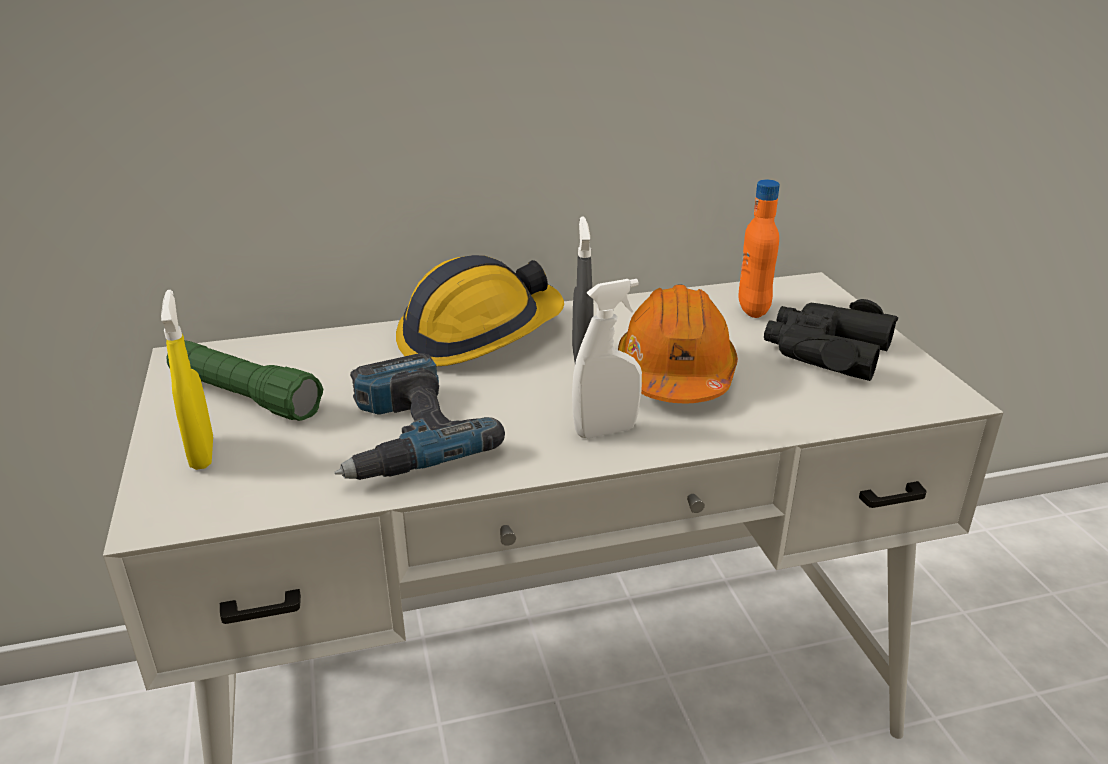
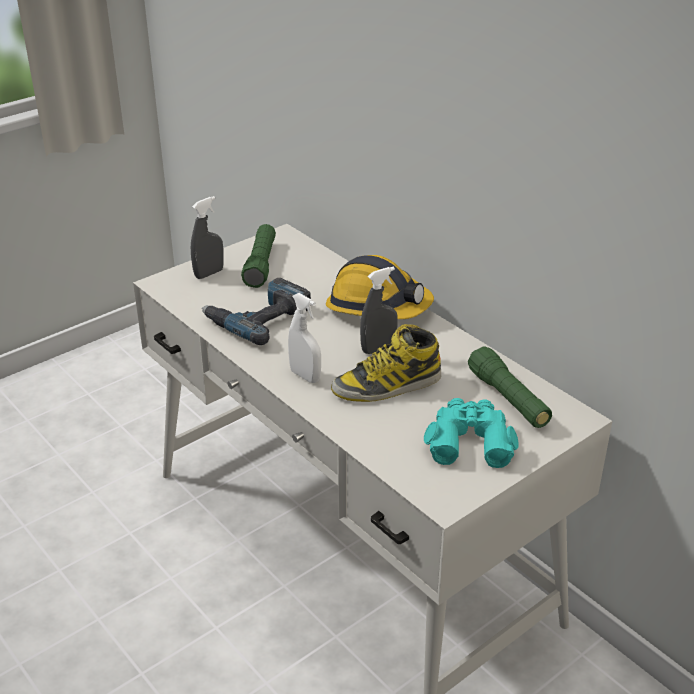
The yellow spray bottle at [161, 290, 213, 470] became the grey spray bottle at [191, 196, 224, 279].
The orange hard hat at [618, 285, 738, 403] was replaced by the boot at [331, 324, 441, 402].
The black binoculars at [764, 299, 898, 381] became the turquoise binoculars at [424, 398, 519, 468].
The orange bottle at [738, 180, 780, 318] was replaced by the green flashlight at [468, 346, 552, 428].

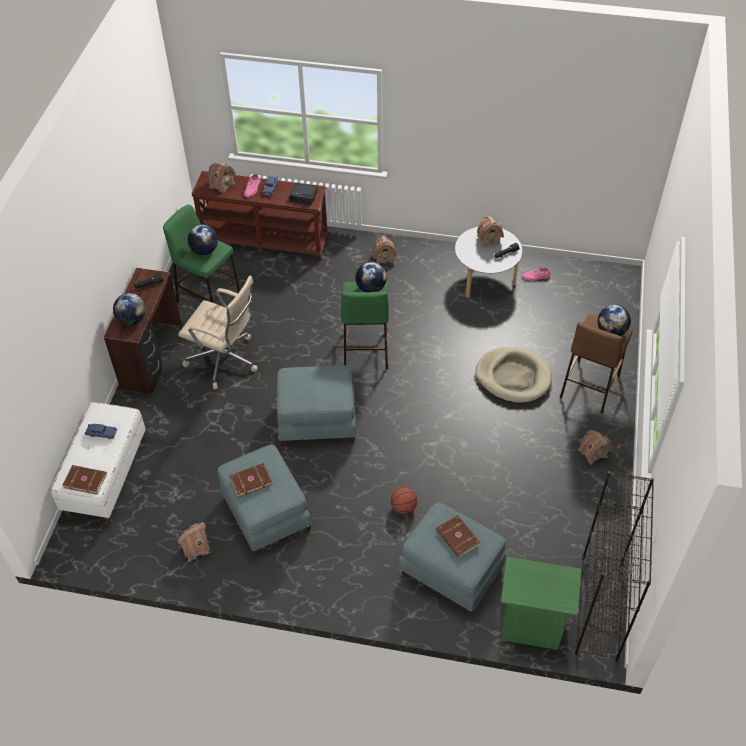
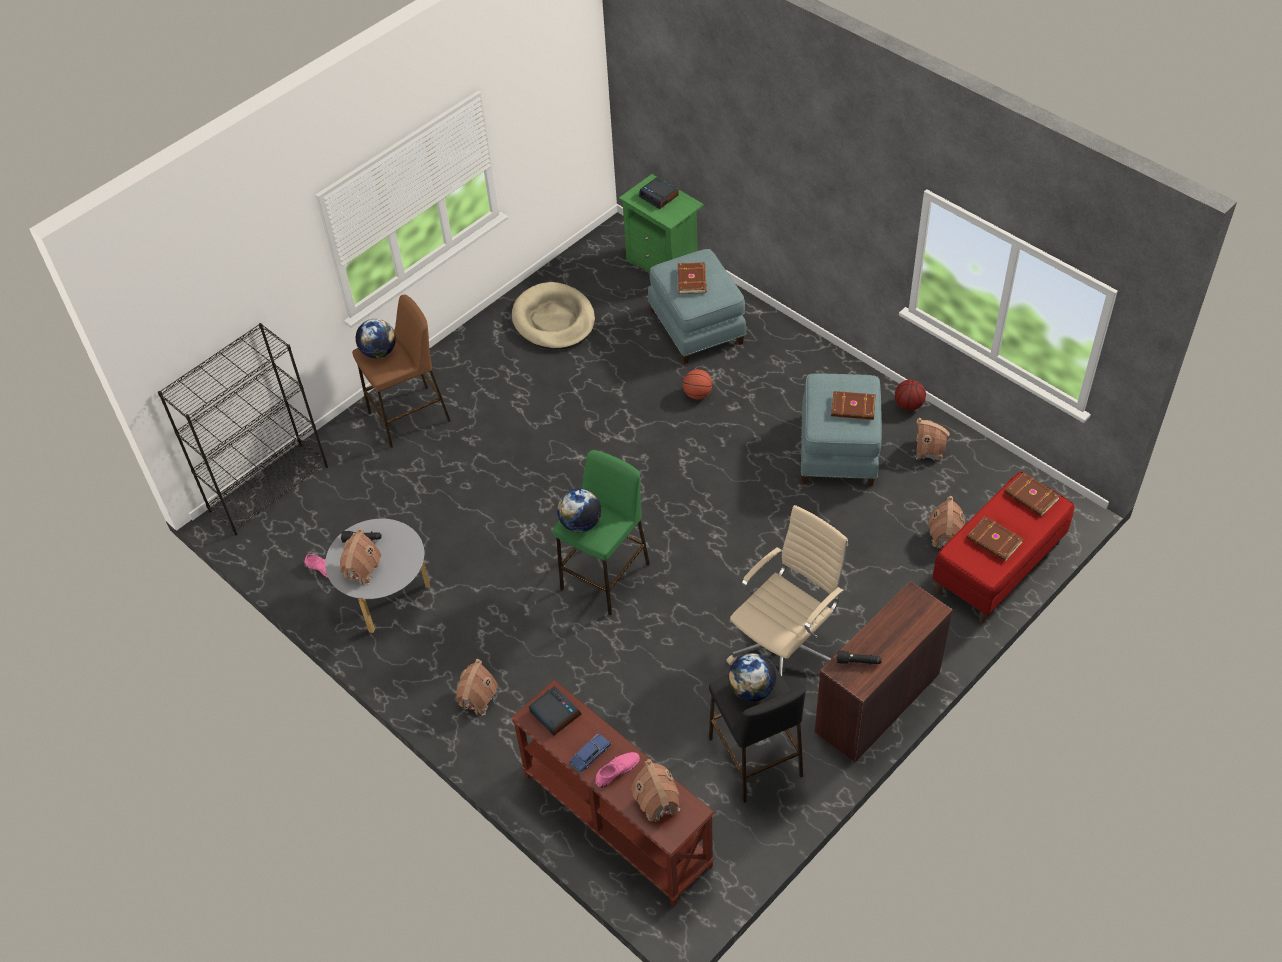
The black bookcase moved from [575, 471, 654, 661] to [158, 323, 328, 535].
The beige dog bed moved from [476, 347, 552, 403] to [512, 282, 595, 349].
The alarm clock at [639, 177, 679, 209] appeared.
The green stool at [163, 205, 240, 303] became the black stool at [709, 658, 806, 803].
The beige office chair at [178, 275, 258, 389] turned 75 degrees clockwise.
The basketball at [895, 380, 926, 410] appeared.
The toy house moved from [579, 430, 613, 465] to [929, 496, 965, 549].
The white bench at [51, 402, 146, 524] became the red bench at [932, 472, 1074, 623].
The blue toy car at [85, 424, 117, 439] was replaced by the brown book at [967, 516, 1023, 561].
The globe at [113, 293, 146, 325] disappeared.
The blue ottoman at [277, 365, 357, 446] disappeared.

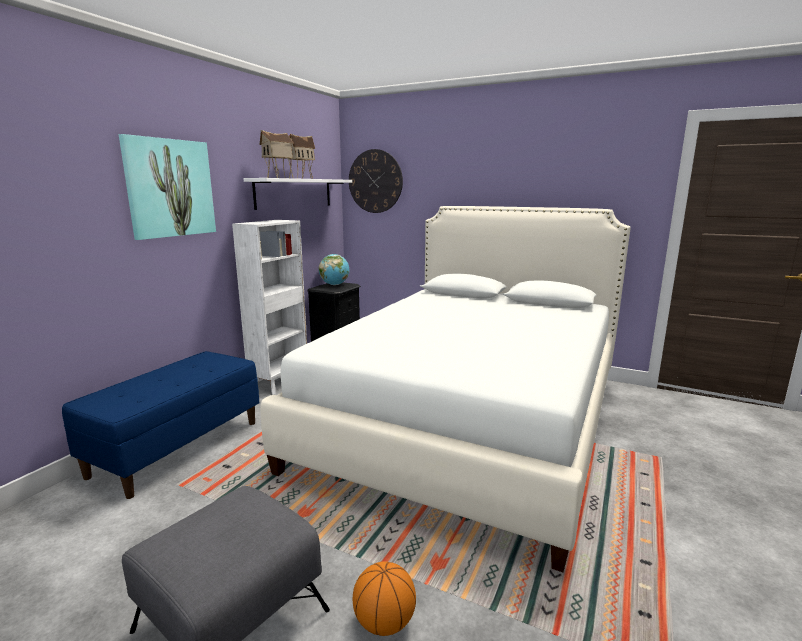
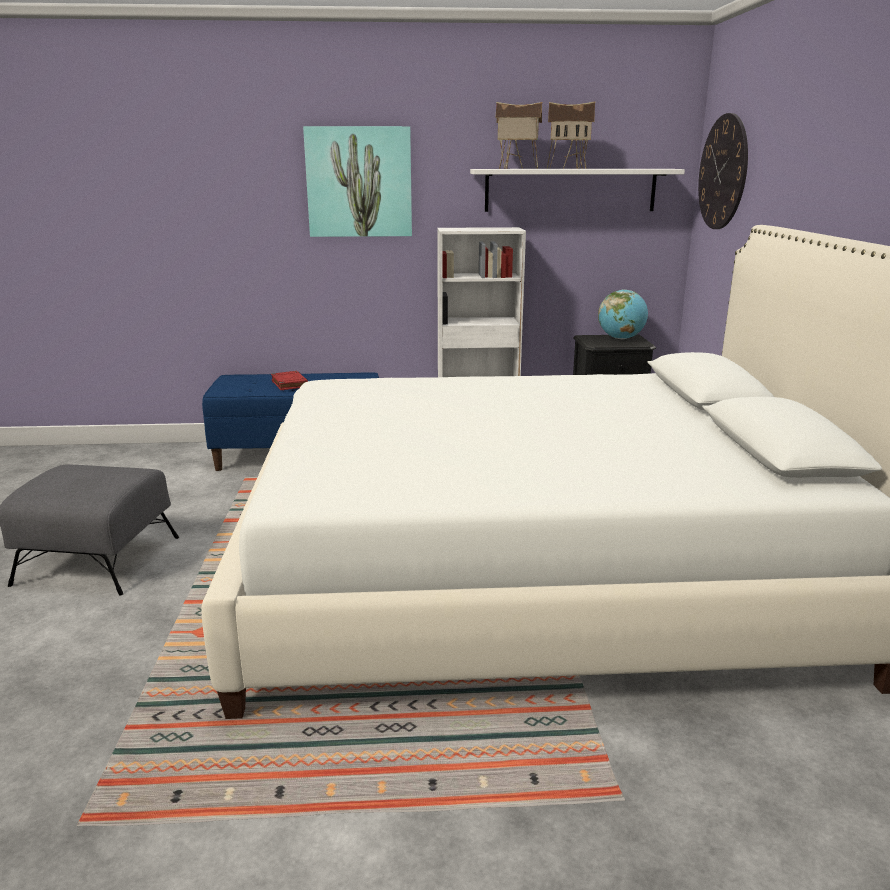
The red book at [271, 371, 308, 390] appeared.
The basketball at [353, 561, 416, 636] disappeared.

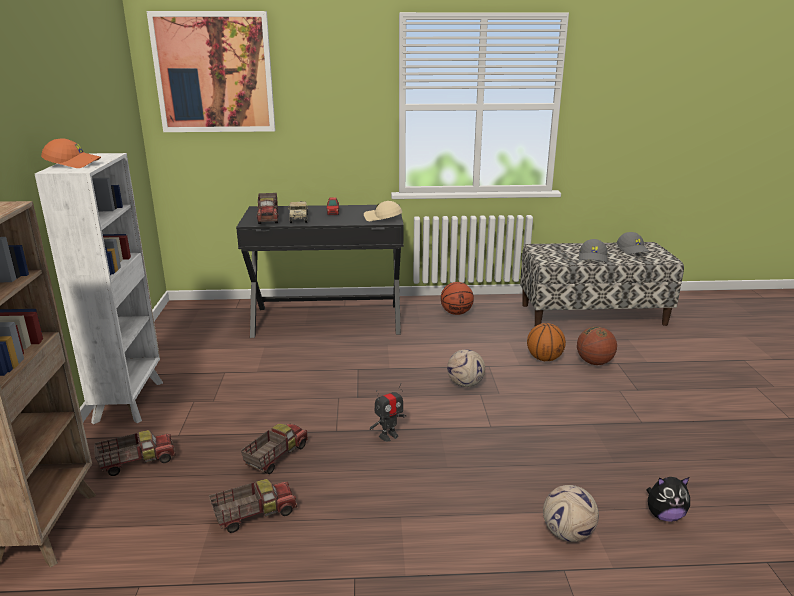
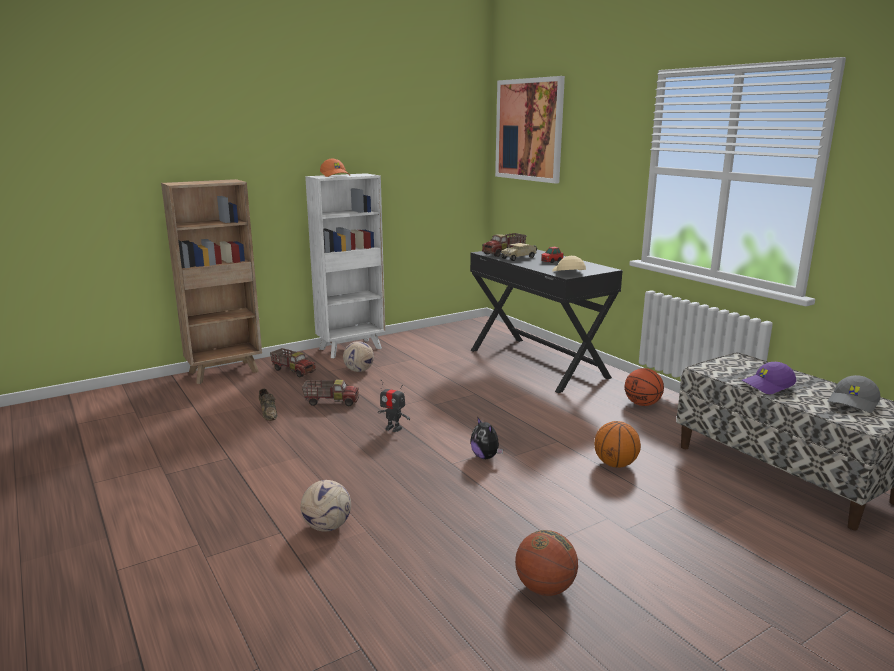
The toy truck at [209, 479, 297, 533] was replaced by the brown shoe at [259, 389, 277, 421].
The football moved from [447, 349, 485, 387] to [343, 341, 374, 372].
The plush toy moved from [646, 477, 690, 522] to [470, 417, 503, 459].
The basketball moved from [577, 326, 617, 365] to [515, 530, 578, 596].
The grey cap at [579, 239, 608, 262] became the purple cap at [742, 362, 796, 394].

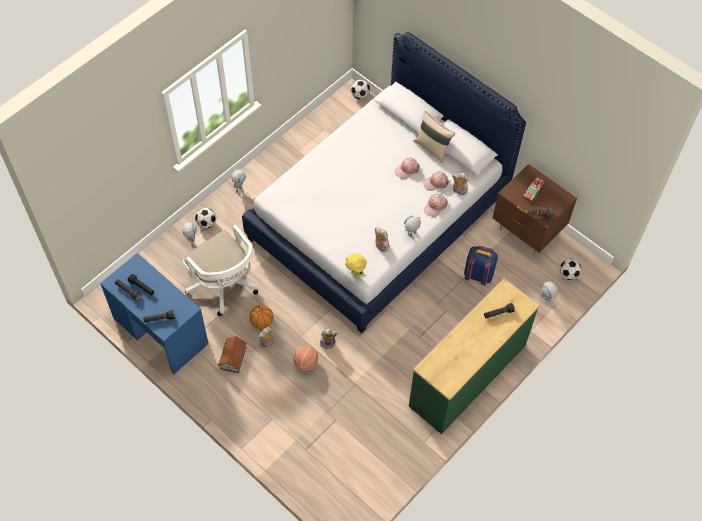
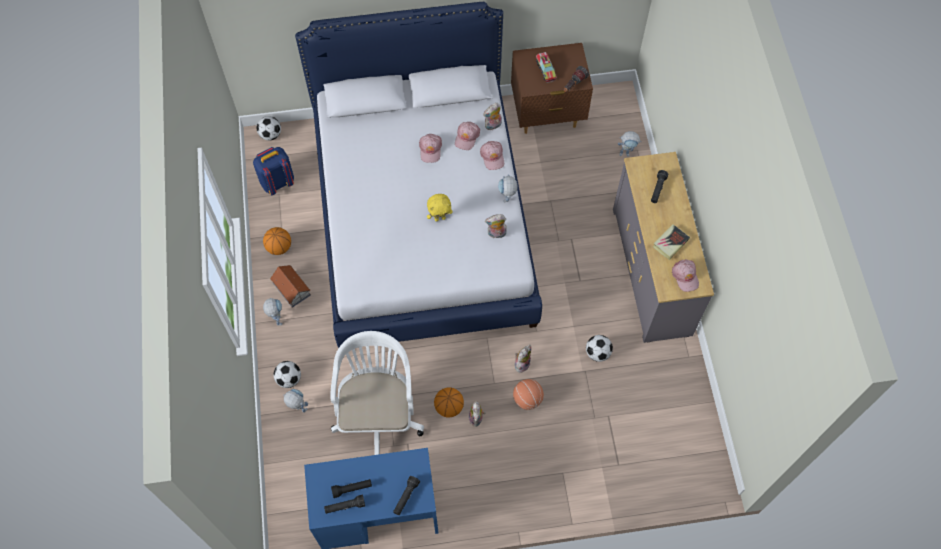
The blue backpack moved from [464, 246, 498, 285] to [253, 147, 294, 195].
The basketball at [263, 227, 291, 255] appeared.
The toy house moved from [218, 336, 247, 373] to [270, 265, 311, 308].
The white office chair at [183, 225, 258, 316] turned 90 degrees counterclockwise.
The yellow plush toy moved from [345, 253, 367, 278] to [427, 194, 453, 222].
The football moved from [560, 259, 582, 280] to [586, 335, 613, 362].
The green dresser at [409, 278, 540, 434] became the grey dresser at [613, 152, 714, 343].
The book at [653, 224, 690, 260] appeared.
The pink cap at [672, 259, 699, 292] appeared.
The beige pillow at [414, 111, 455, 163] disappeared.

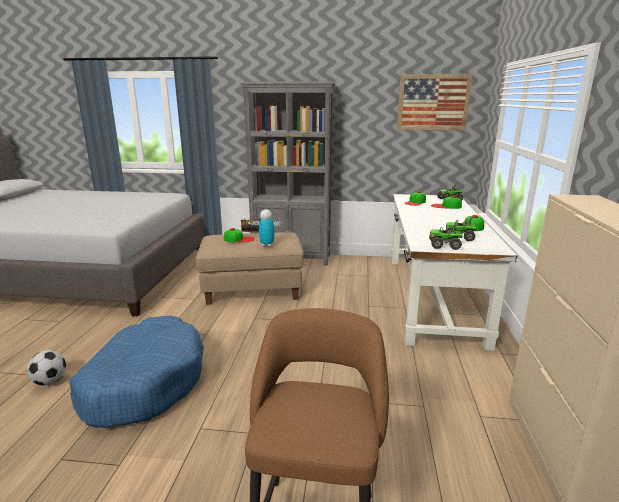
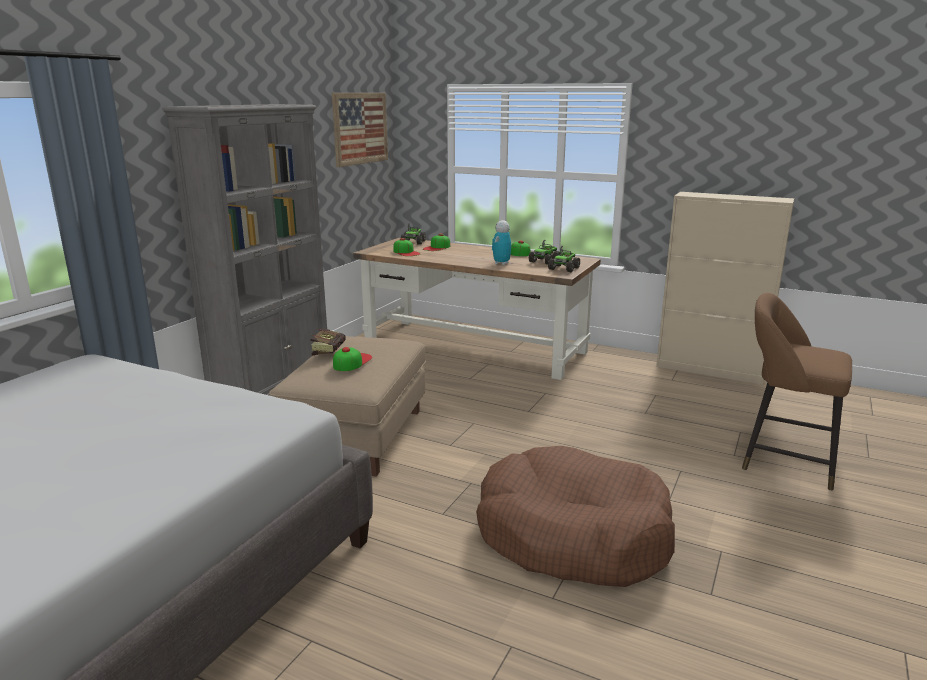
The white desk at [392, 194, 517, 351] became the brown desk at [353, 237, 601, 380].
The blue dog bed at [69, 316, 204, 428] became the brown dog bed at [476, 446, 675, 587].
The toy robot moved from [251, 210, 282, 246] to [492, 220, 511, 265].
The football at [27, 350, 66, 385] disappeared.

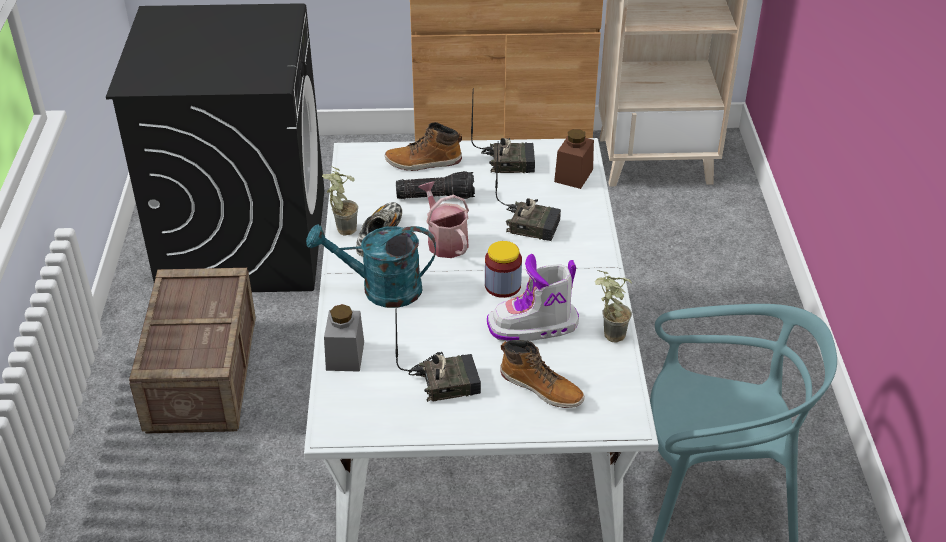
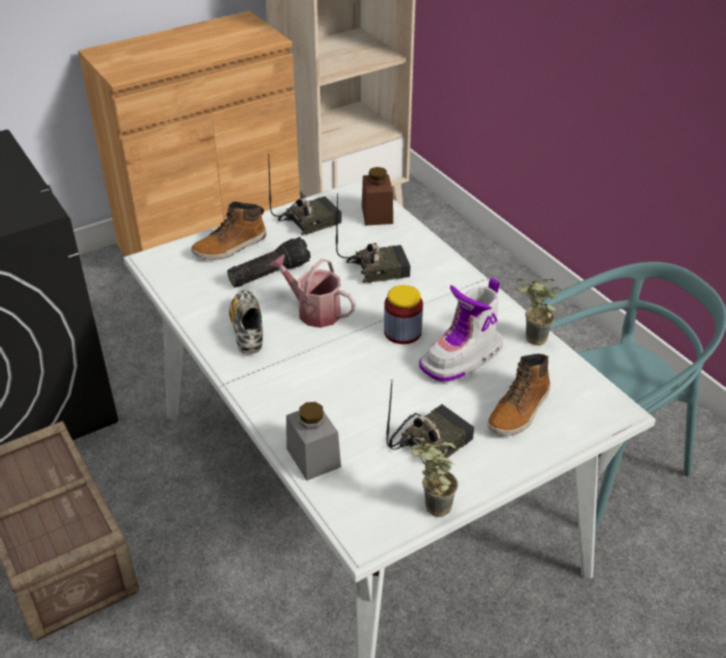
The potted plant moved from [322, 166, 358, 236] to [411, 438, 458, 517].
The boot at [500, 340, 585, 408] turned 120 degrees clockwise.
The turquoise watering can at [306, 224, 436, 308] disappeared.

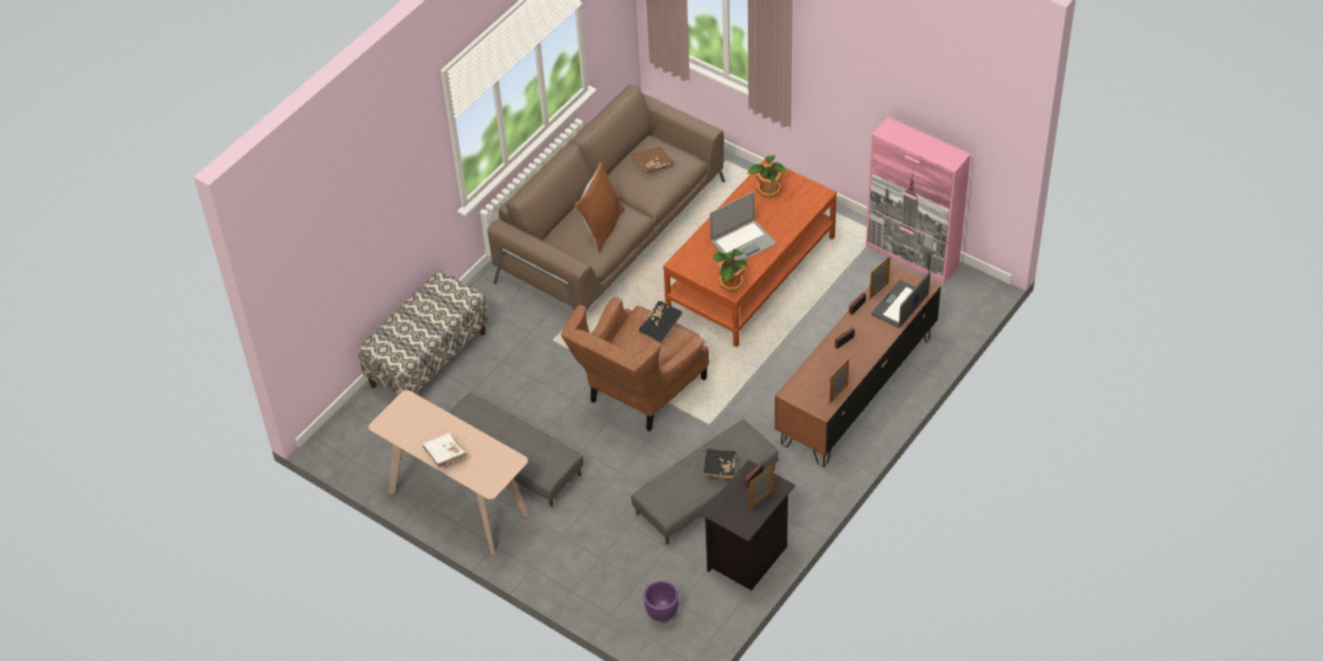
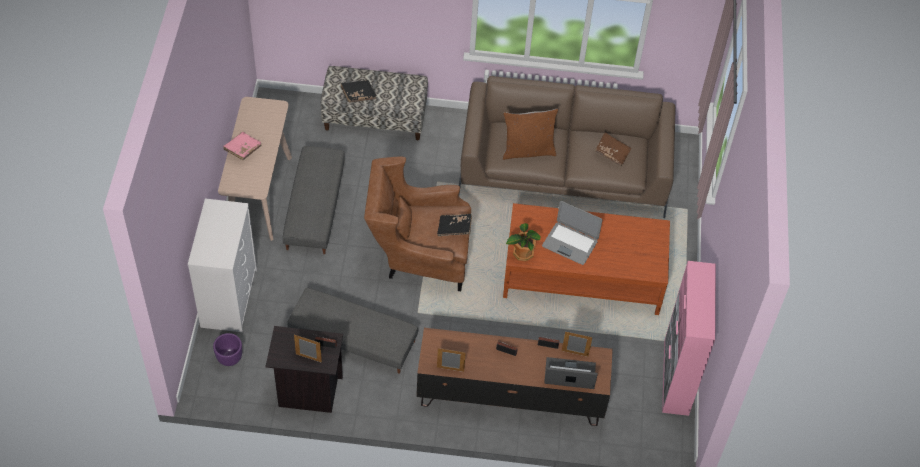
The white dresser at [188, 199, 257, 332] appeared.
The white book at [422, 433, 467, 467] became the pink book at [223, 132, 262, 160].
The black book moved from [703, 449, 737, 479] to [341, 80, 376, 103].
The potted plant at [747, 155, 785, 198] disappeared.

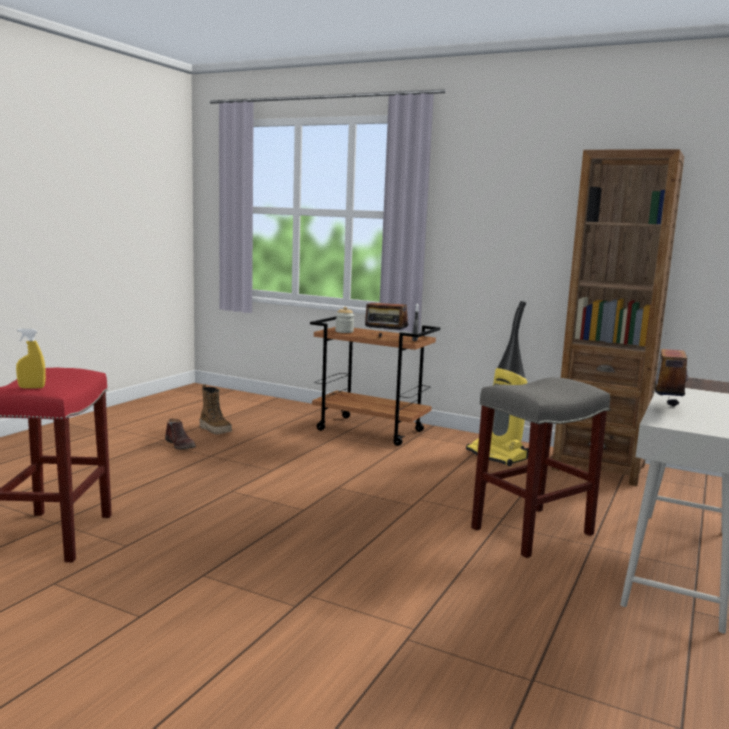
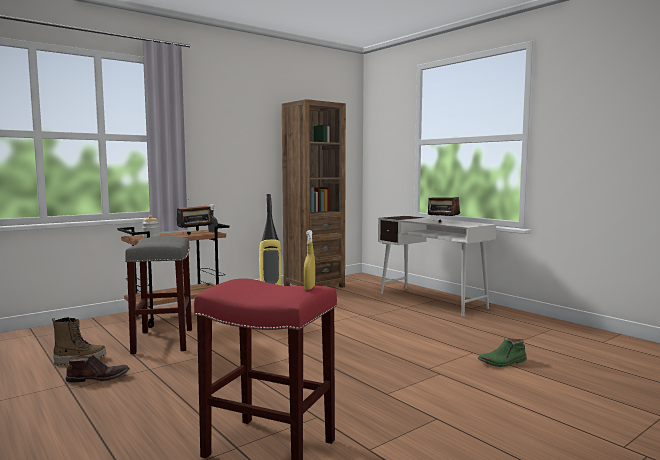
The grey stool moved from [471, 377, 610, 558] to [125, 236, 192, 354].
The green boot at [478, 339, 527, 367] appeared.

